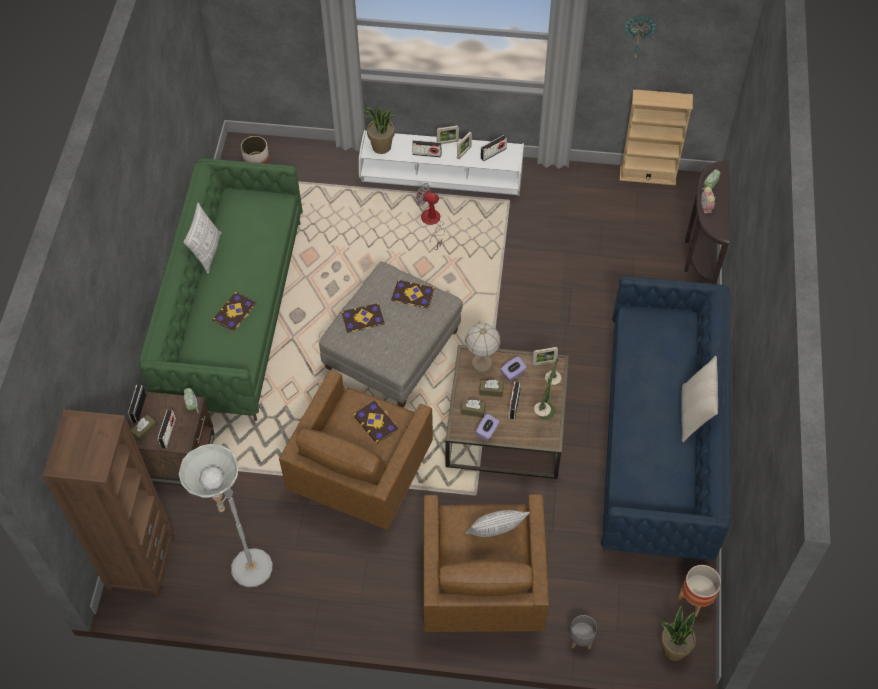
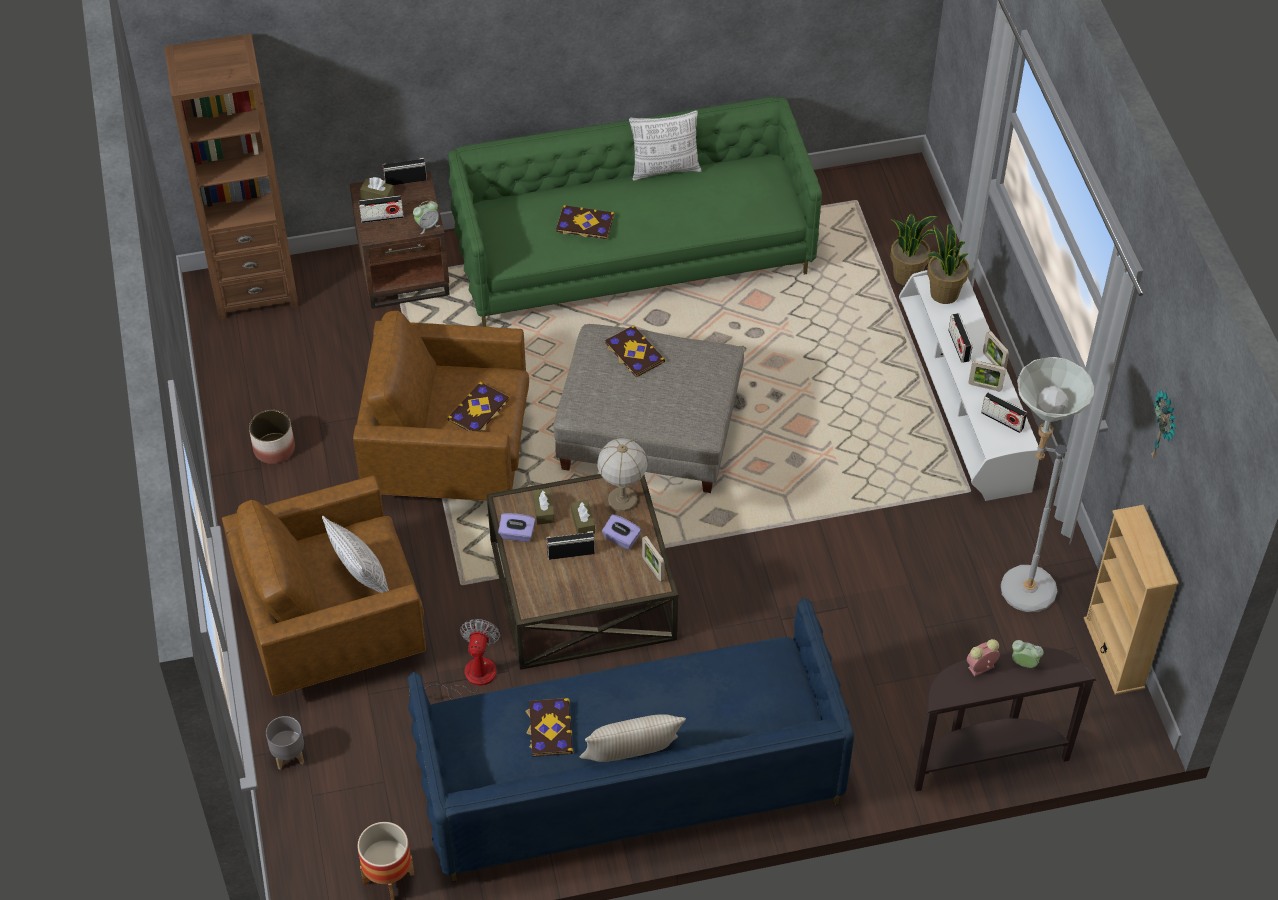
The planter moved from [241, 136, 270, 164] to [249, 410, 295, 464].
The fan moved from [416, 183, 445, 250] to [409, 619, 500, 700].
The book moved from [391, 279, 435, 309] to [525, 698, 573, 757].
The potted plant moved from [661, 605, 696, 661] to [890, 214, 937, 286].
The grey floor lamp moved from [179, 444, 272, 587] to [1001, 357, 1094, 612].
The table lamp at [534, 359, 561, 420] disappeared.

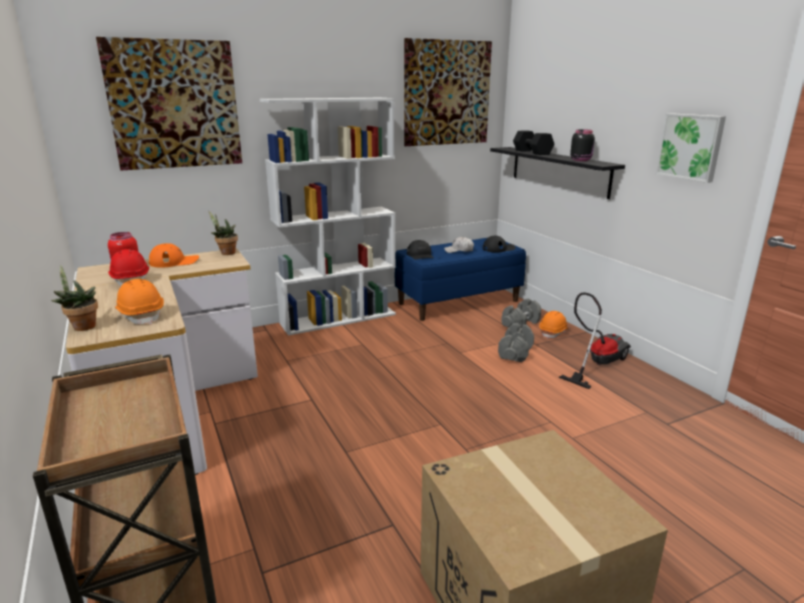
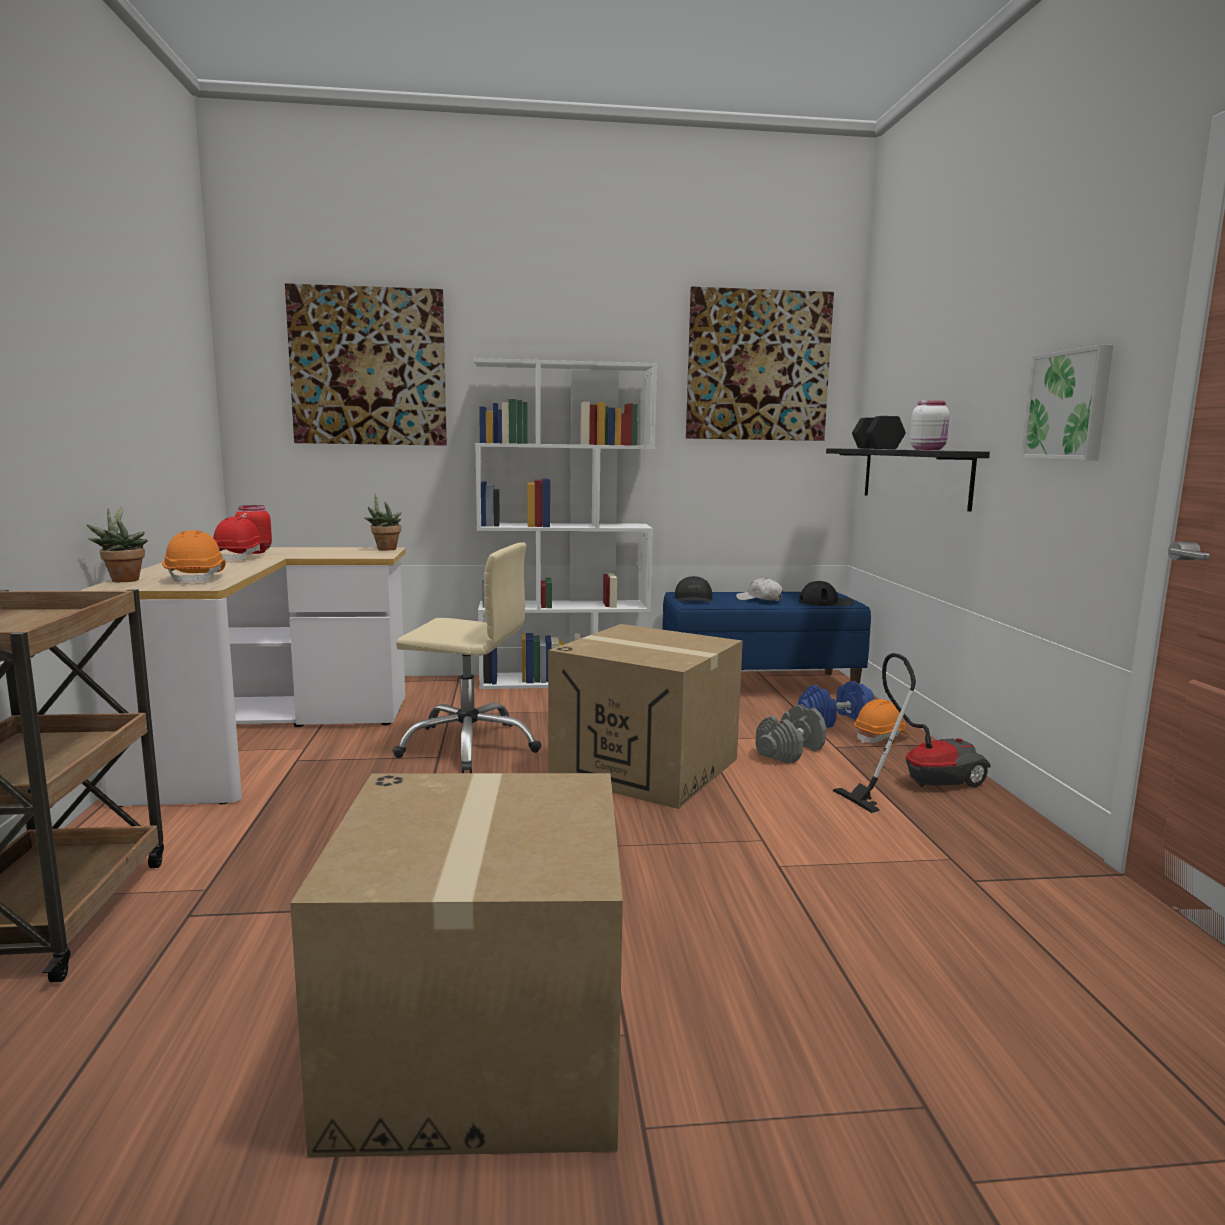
The beige office chair at [392, 542, 542, 773] appeared.
The cardboard box at [548, 624, 743, 809] appeared.
The grey dumbbell at [501, 298, 541, 328] became the blue dumbbell at [798, 681, 875, 728].
The black jar at [570, 129, 595, 161] became the white jar at [910, 400, 950, 450].
The orange cap at [149, 243, 199, 267] disappeared.

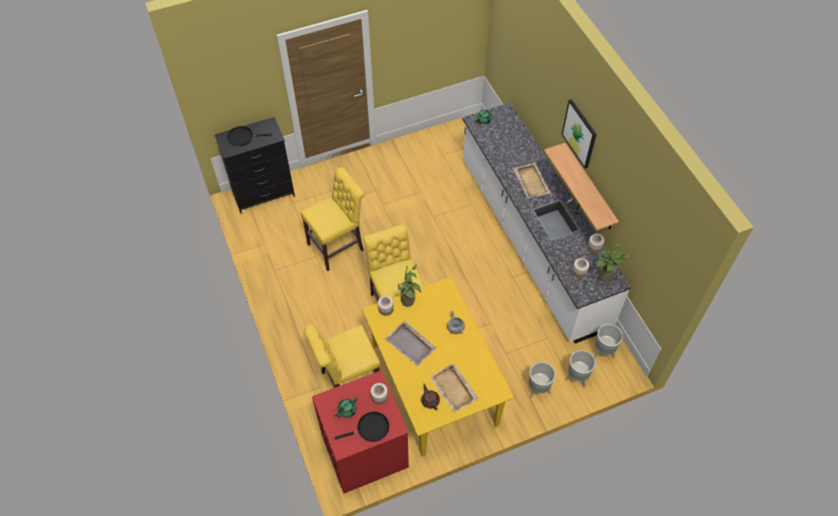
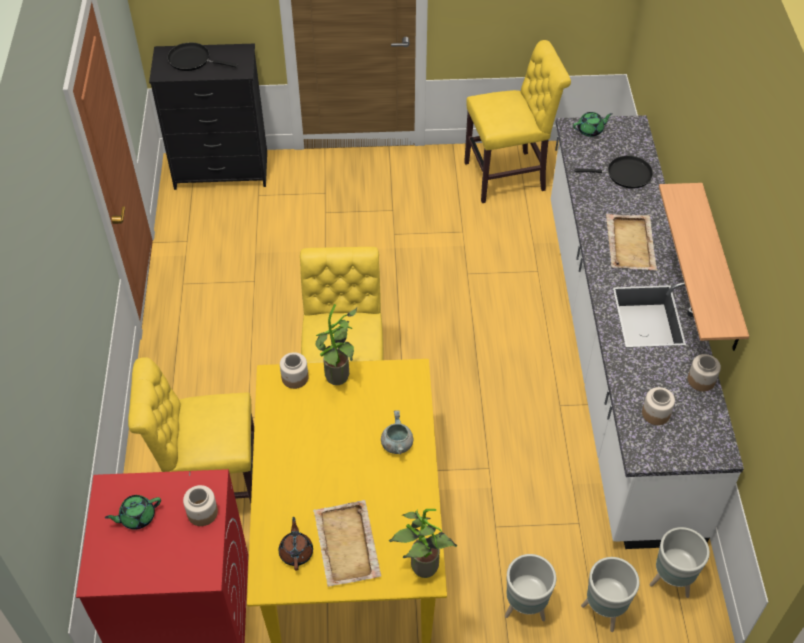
The potted plant moved from [597, 244, 630, 283] to [389, 509, 457, 578].
The yellow chair moved from [300, 167, 365, 271] to [464, 40, 571, 203].
The black frying pan moved from [335, 412, 389, 442] to [575, 156, 653, 189].
The grey tray at [385, 321, 436, 366] disappeared.
The picture at [562, 99, 597, 169] disappeared.

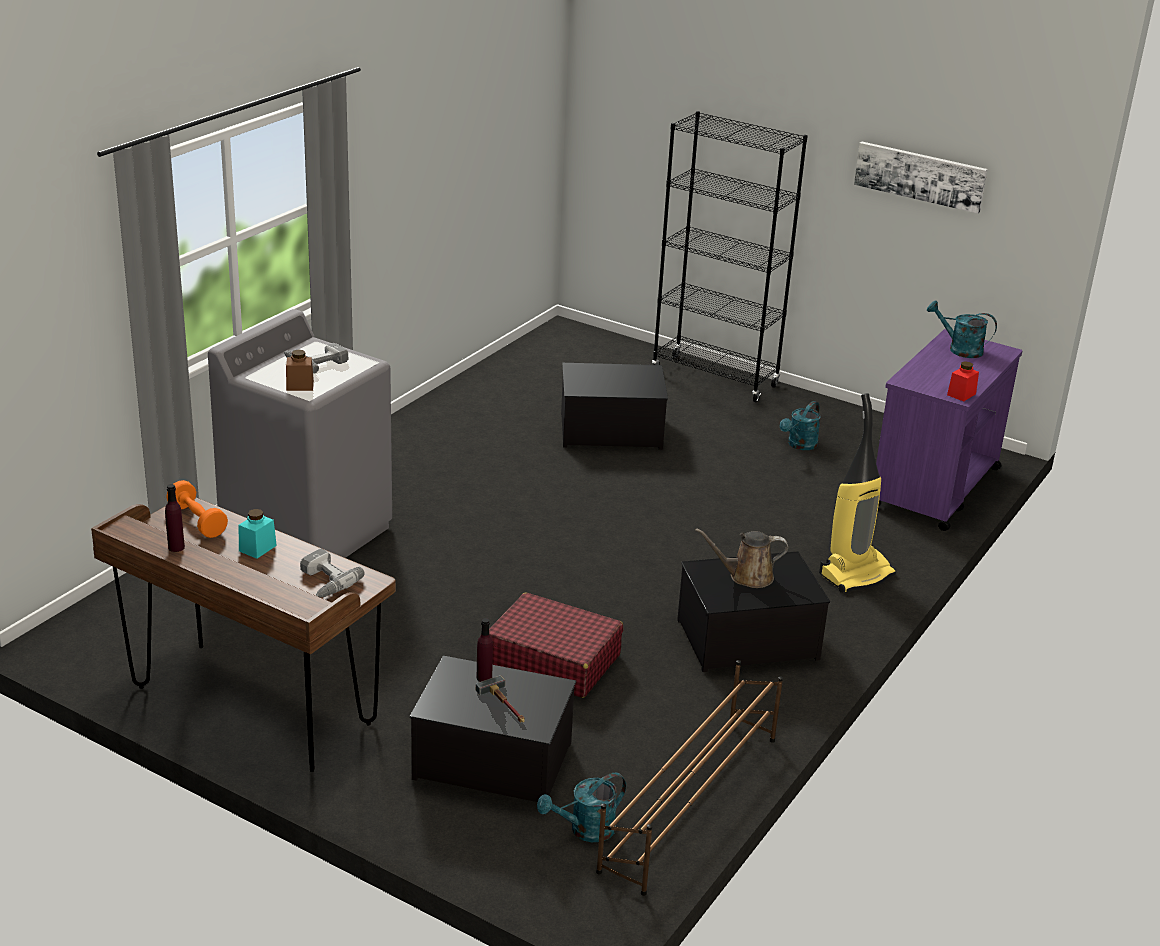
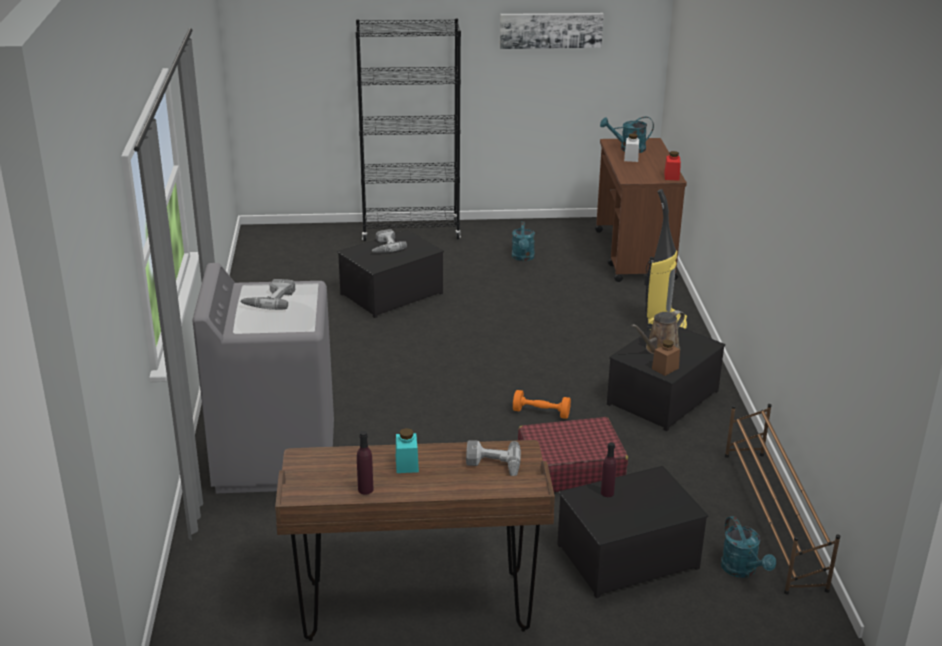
The power drill at [372, 229, 407, 253] appeared.
The orange dumbbell moved from [166, 480, 228, 538] to [513, 390, 571, 419].
The purple cart at [876, 329, 1023, 531] became the brown cart at [595, 138, 687, 282].
The white jar at [624, 133, 639, 162] appeared.
The brown jar moved from [286, 350, 314, 391] to [652, 340, 680, 376].
The turquoise watering can at [537, 772, 626, 842] turned 45 degrees counterclockwise.
The hammer at [476, 675, 525, 723] disappeared.

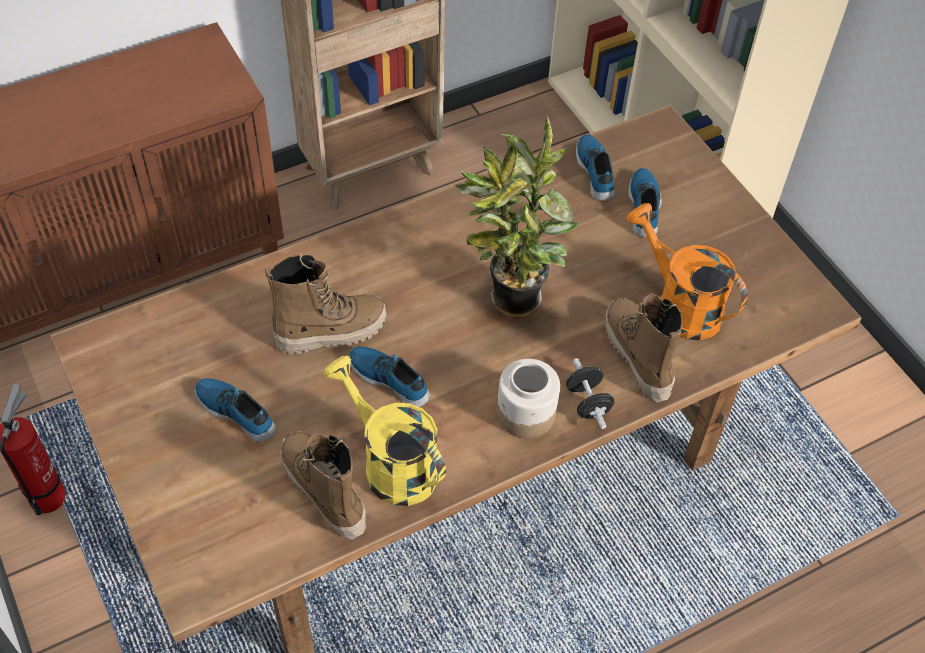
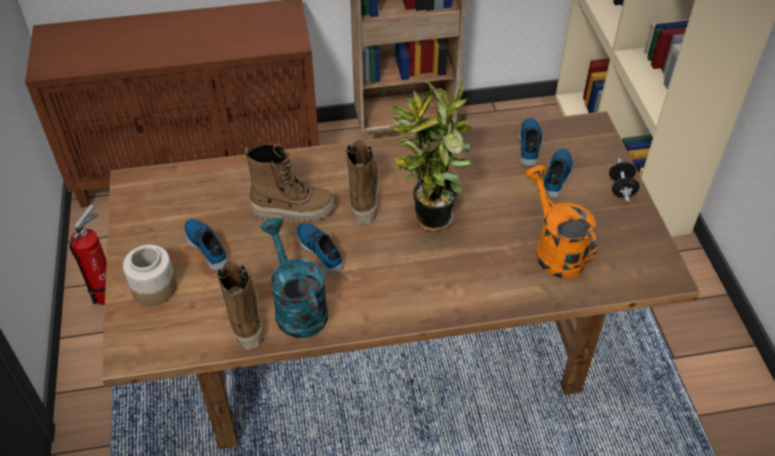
The jar moved from [497, 359, 560, 438] to [123, 245, 177, 306].
The yellow watering can at [324, 356, 446, 506] became the turquoise watering can at [261, 218, 328, 338].
The boot moved from [604, 293, 683, 403] to [344, 140, 379, 224].
The black dumbbell moved from [566, 358, 614, 429] to [609, 158, 640, 202].

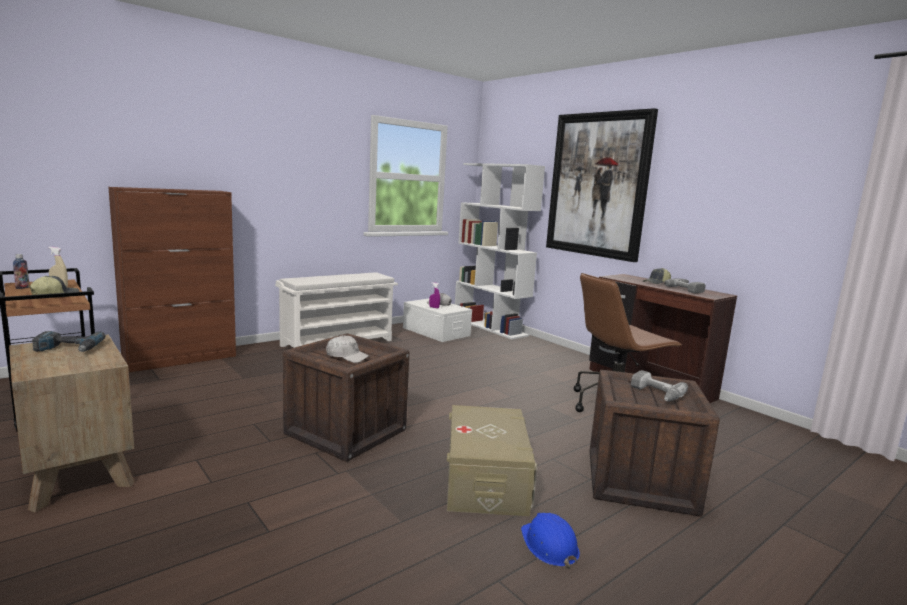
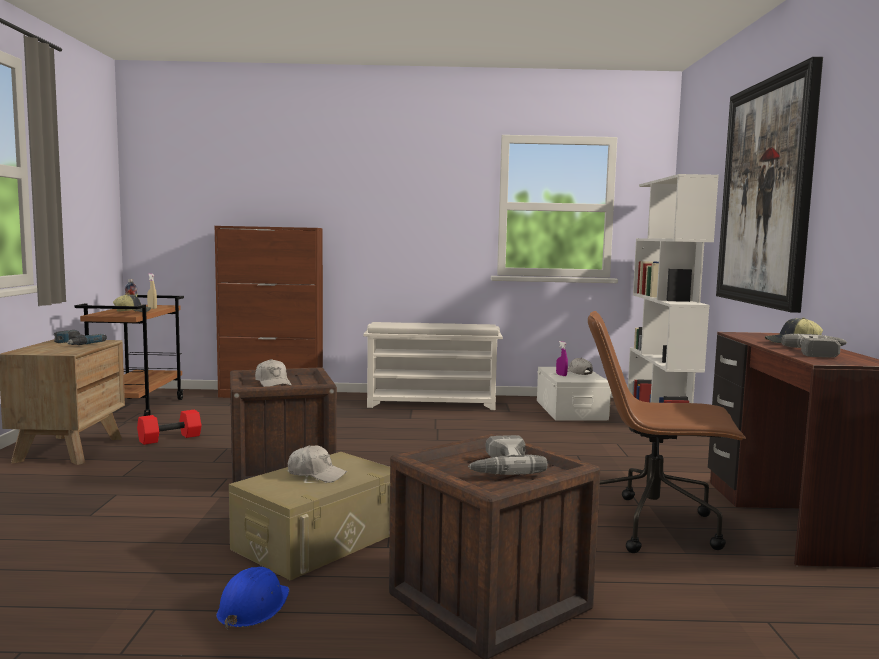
The red dumbbell at [137, 410, 202, 445] appeared.
The white cap at [288, 445, 347, 482] appeared.

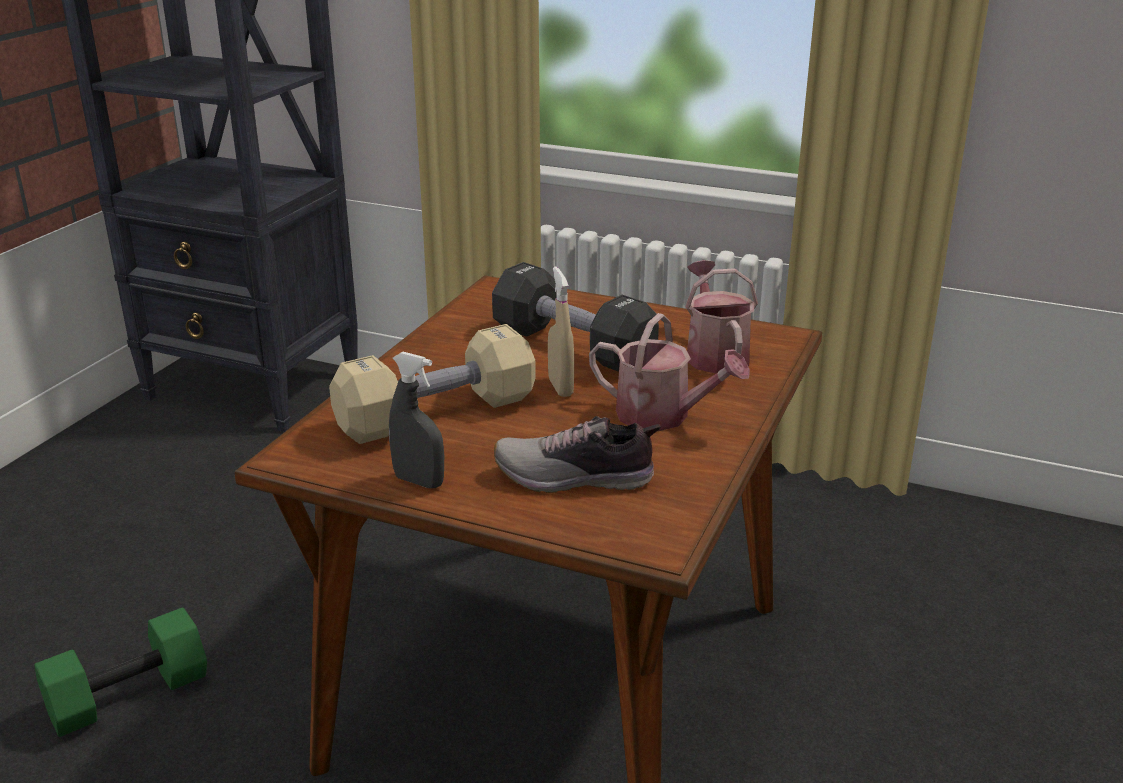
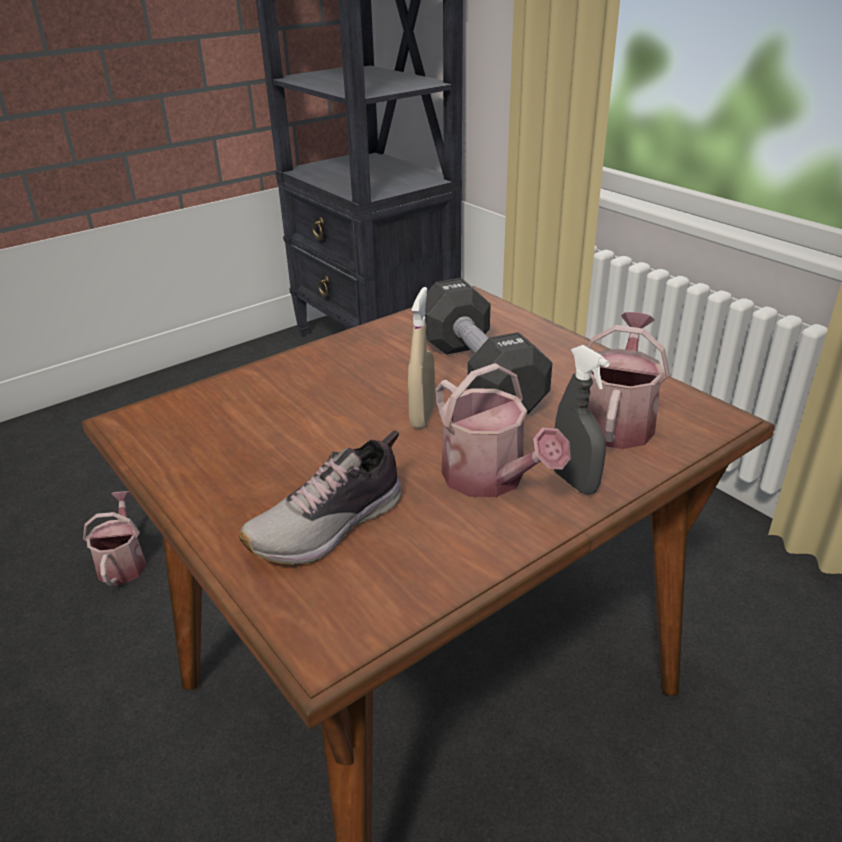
The green dumbbell at [34, 607, 207, 737] was replaced by the watering can at [83, 491, 146, 586].
The shoe at [494, 416, 661, 493] turned 75 degrees counterclockwise.
The grey spray bottle moved from [389, 352, 444, 488] to [554, 345, 610, 495].
The beige dumbbell at [329, 324, 536, 444] disappeared.

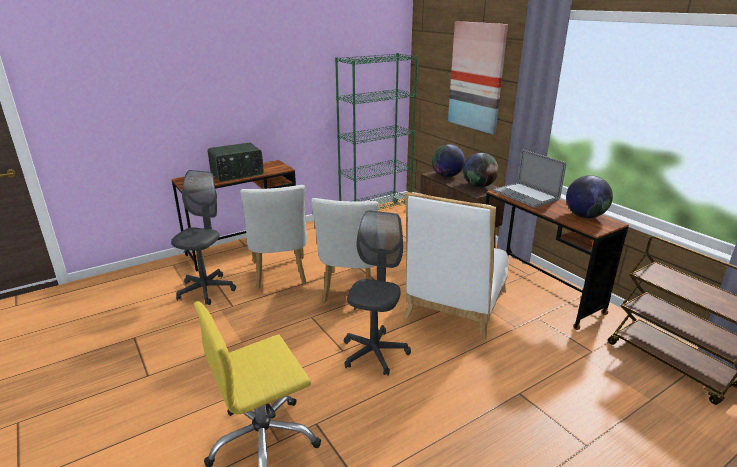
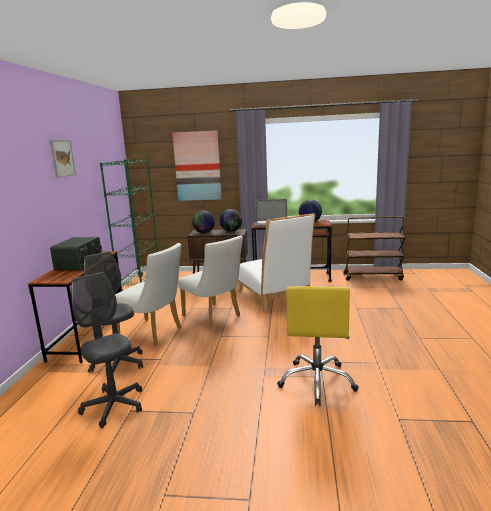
The picture at [50, 140, 76, 178] appeared.
The grey office chair moved from [344, 210, 411, 376] to [71, 272, 142, 428].

